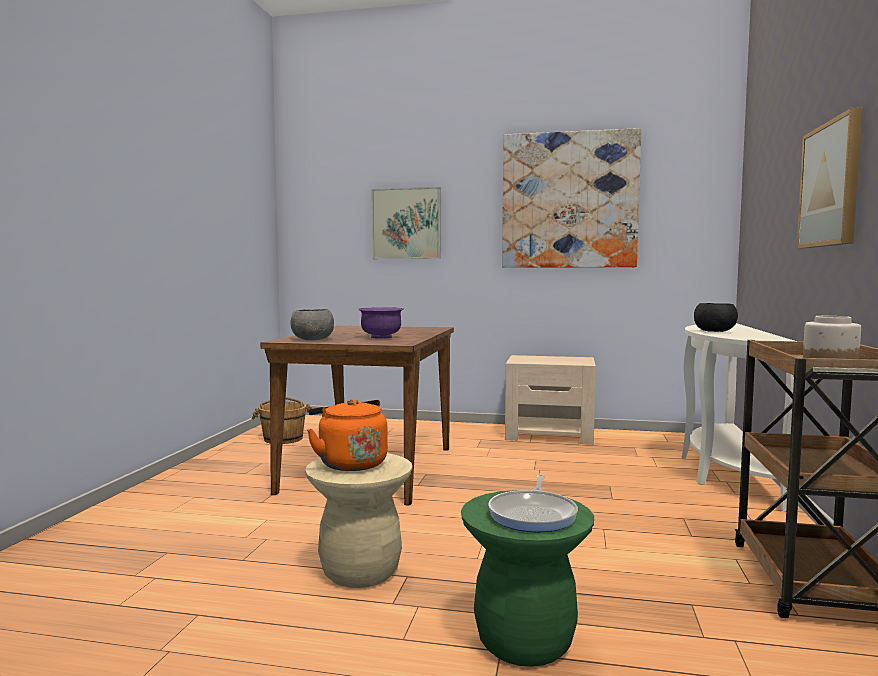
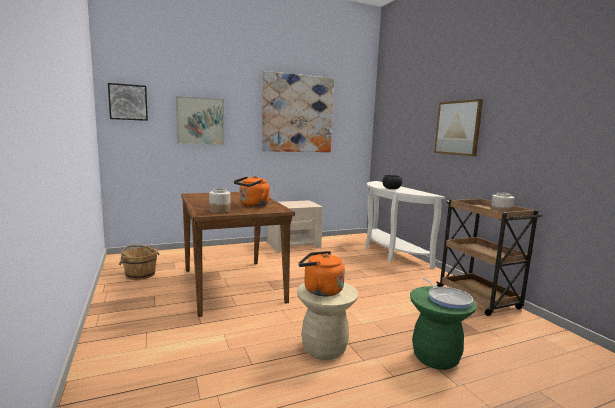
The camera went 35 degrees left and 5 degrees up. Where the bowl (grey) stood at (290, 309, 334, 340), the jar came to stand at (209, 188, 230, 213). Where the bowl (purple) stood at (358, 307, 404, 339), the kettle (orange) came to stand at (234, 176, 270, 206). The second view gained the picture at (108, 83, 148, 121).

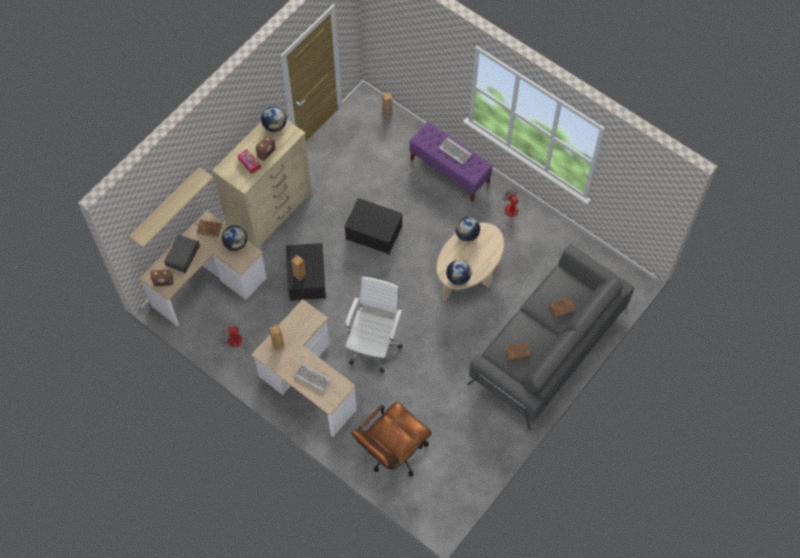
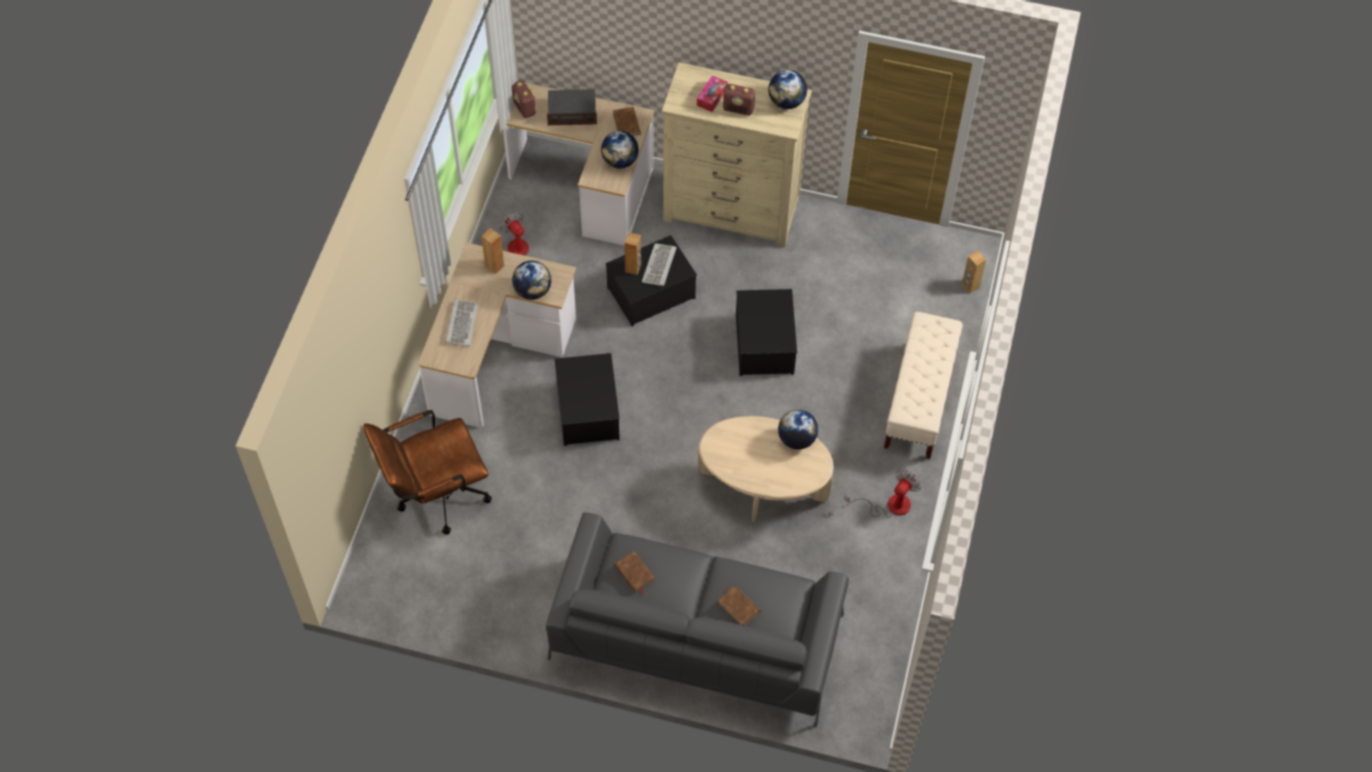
The camera went 65 degrees right and 5 degrees down. The second view lost the shelf at (129, 167, 213, 248). Where the office chair (white) stood at (345, 276, 403, 373), the storage box came to stand at (554, 353, 620, 446). The office chair (brown) at (351, 402, 432, 476) ended up facing another way, 45 degrees counterclockwise from before. What was the bench (purple) at (410, 122, 493, 202) turned into the bench (beige) at (884, 312, 963, 459). The keyboard ended up elsewhere, having gone from (439, 137, 472, 165) to (642, 243, 677, 286). The globe ended up elsewhere, having gone from (446, 260, 472, 285) to (512, 261, 552, 300).

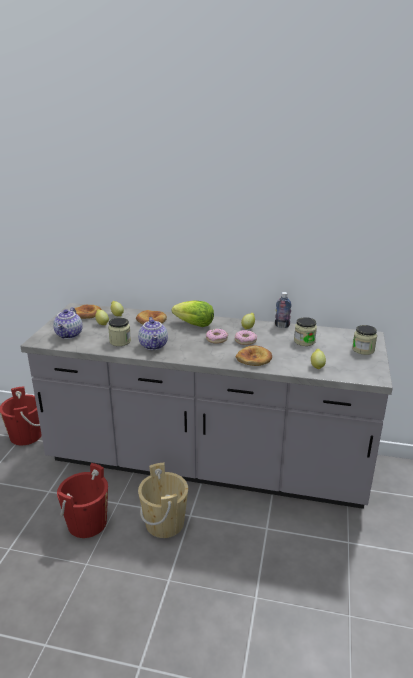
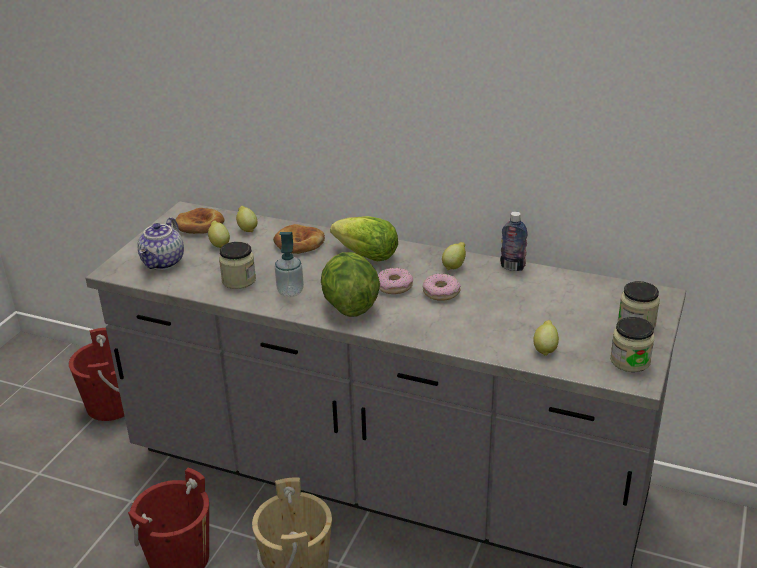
The camera went 10 degrees right and 5 degrees up. Where the teapot stood at (138, 317, 168, 350), the soap dispenser came to stand at (275, 232, 304, 297). The second view lost the bread at (236, 346, 272, 366). The jar ended up elsewhere, having gone from (294, 317, 317, 346) to (610, 317, 655, 372). The second view gained the lettuce at (321, 252, 380, 317).

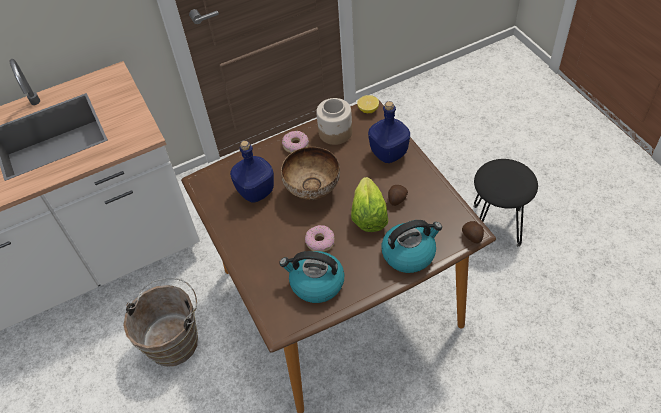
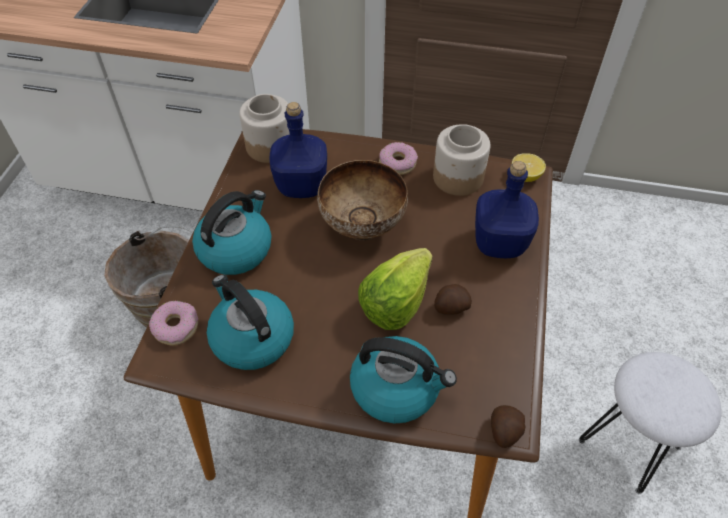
The camera went 35 degrees right and 0 degrees up. The donut ended up elsewhere, having gone from (305, 225, 335, 252) to (149, 301, 198, 346). What was the stool (black) at (473, 159, 538, 247) turned into the stool (white) at (579, 352, 721, 494). The second view gained the kettle at (192, 190, 271, 275). The second view gained the jar at (239, 94, 289, 163).

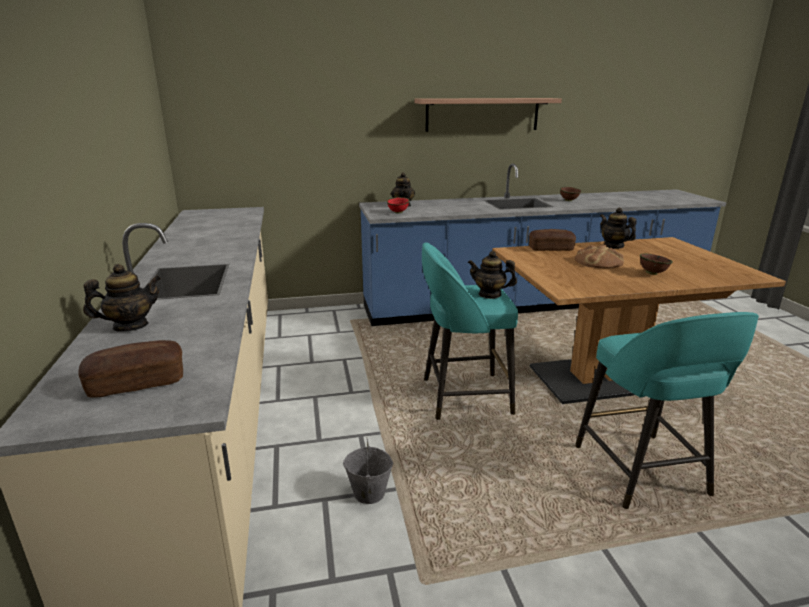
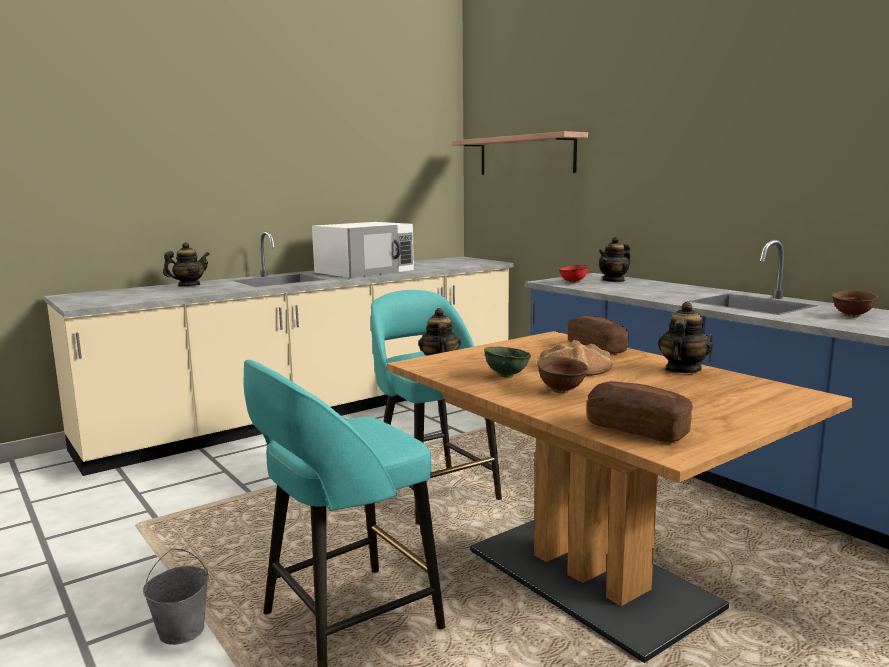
The camera went 65 degrees right and 10 degrees down. The bread ended up elsewhere, having gone from (78, 340, 183, 398) to (587, 381, 693, 442). The teapot at (83, 264, 161, 332) ended up facing another way, 75 degrees counterclockwise from before. The bucket (grey) ended up elsewhere, having gone from (343, 437, 393, 504) to (143, 548, 209, 645). The shelf ended up elsewhere, having gone from (414, 98, 562, 132) to (452, 131, 588, 175). The second view gained the microwave (white) at (312, 222, 414, 278). The second view gained the bowl (green) at (484, 347, 531, 378).

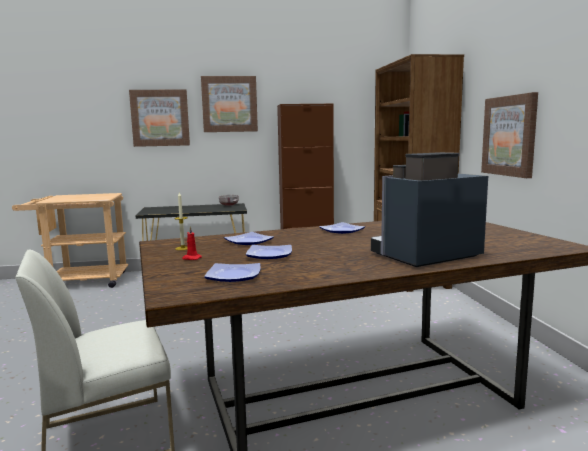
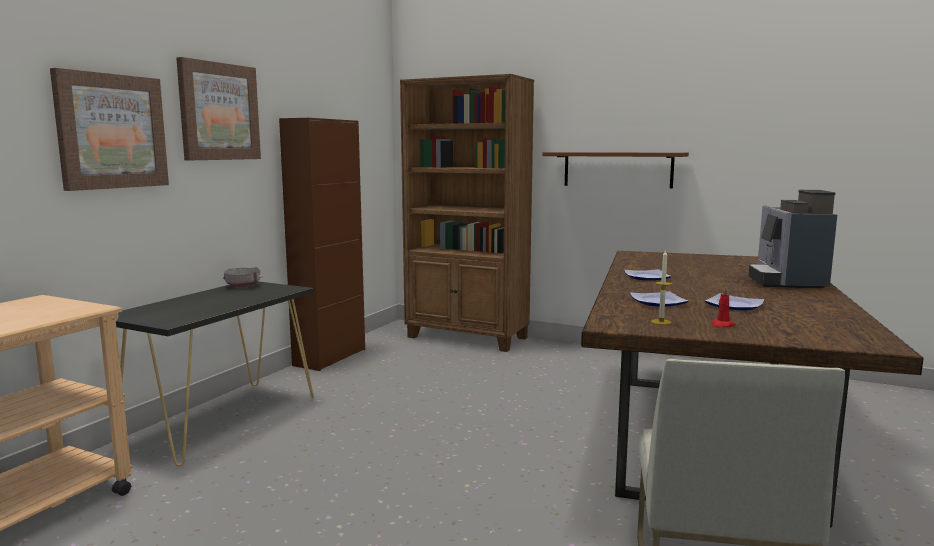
The camera went 55 degrees left and 0 degrees up. The second view lost the plate at (204, 263, 261, 282). Where the picture hung at (481, 92, 538, 178), the shelf (brown) came to hang at (543, 152, 689, 188).

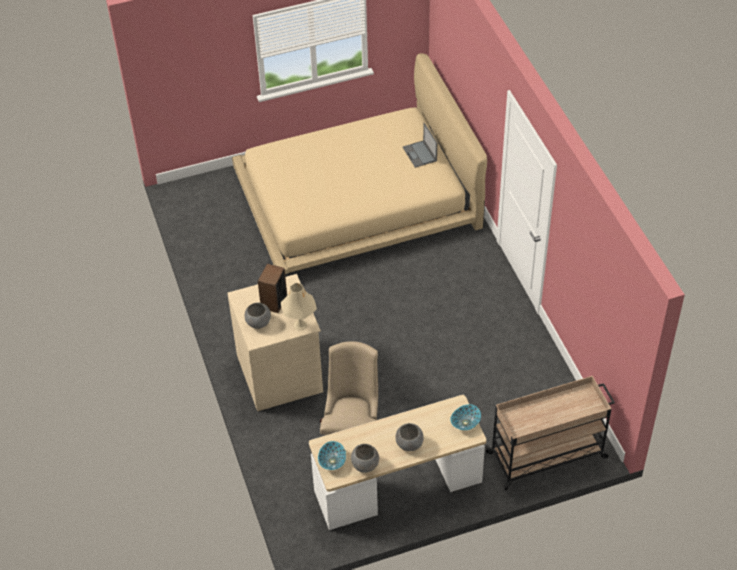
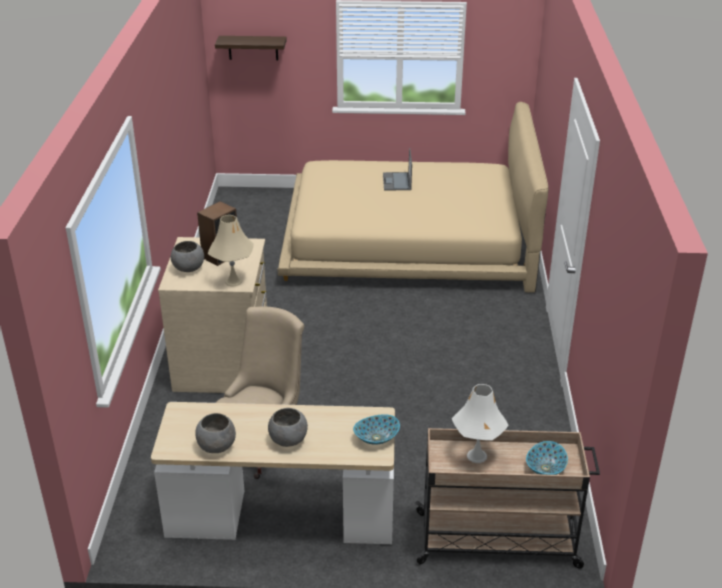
The camera went 20 degrees right and 15 degrees down. The bowl ended up elsewhere, having gone from (318, 441, 346, 470) to (526, 441, 568, 475). The laptop ended up elsewhere, having gone from (403, 123, 437, 168) to (383, 148, 412, 190). The second view gained the shelf at (215, 36, 287, 60). The second view gained the table lamp (white) at (452, 384, 509, 463).

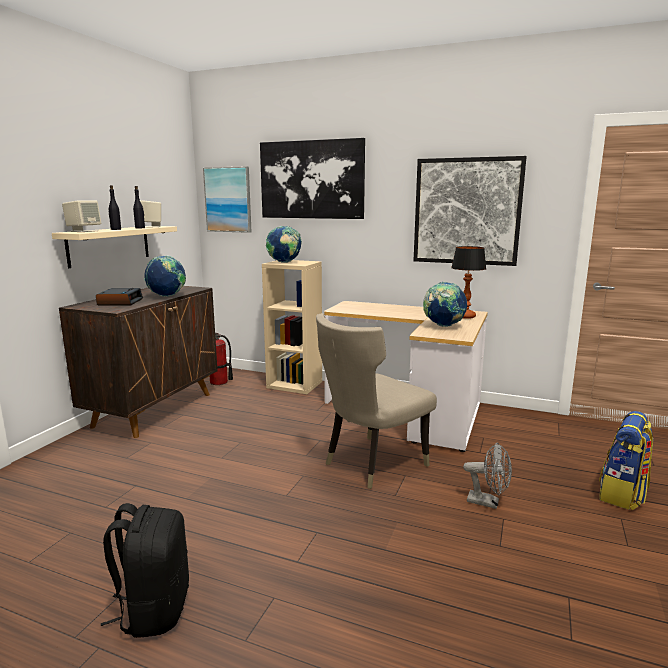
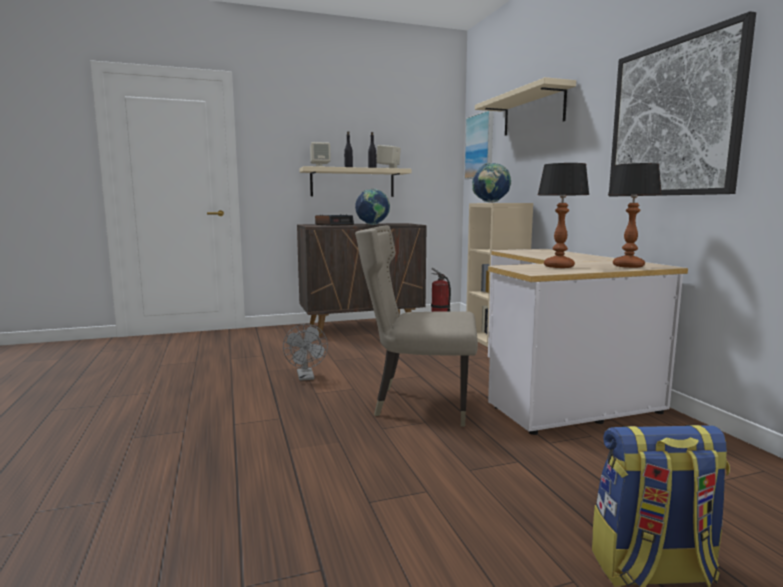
The camera went 50 degrees right and 5 degrees down. The second view lost the backpack (black) at (101, 503, 189, 638). Where the picture hung at (260, 138, 365, 219), the shelf (beige) came to hang at (475, 77, 576, 136). Where the globe stood at (423, 282, 467, 327), the table lamp came to stand at (538, 163, 590, 268). The fan (grey) ended up elsewhere, having gone from (463, 442, 512, 509) to (283, 324, 328, 381).

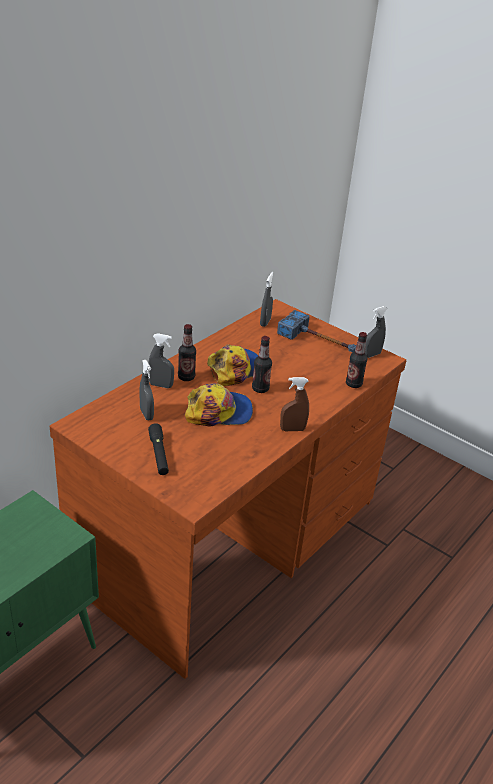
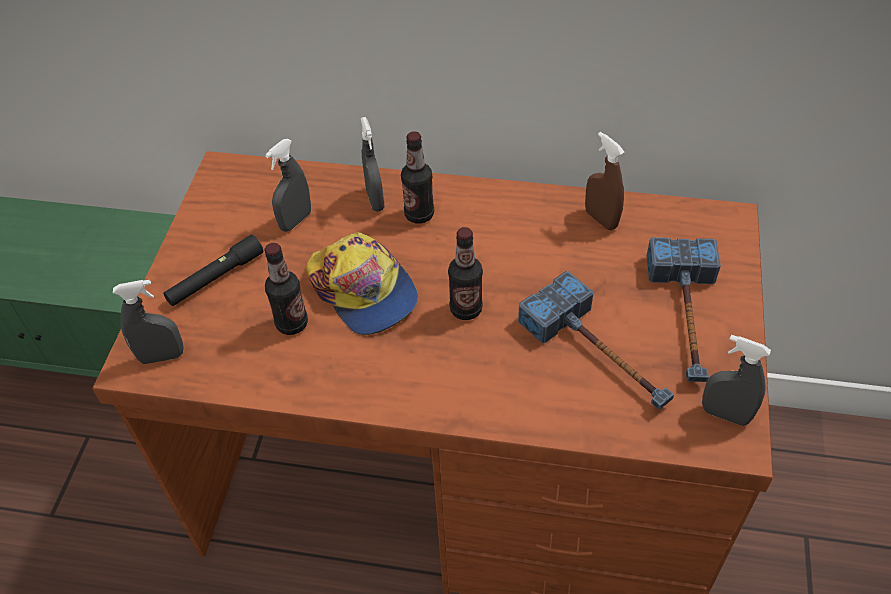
The camera went 65 degrees right and 15 degrees up. The second view lost the cap at (207, 344, 259, 386). The spray bottle (grey) ended up elsewhere, having gone from (260, 272, 274, 327) to (113, 280, 184, 364). The spray bottle (brown) ended up elsewhere, having gone from (280, 377, 309, 431) to (585, 132, 625, 230). The bottle ended up elsewhere, having gone from (346, 332, 368, 388) to (265, 243, 308, 335). The second view gained the hammer at (518, 271, 674, 410).

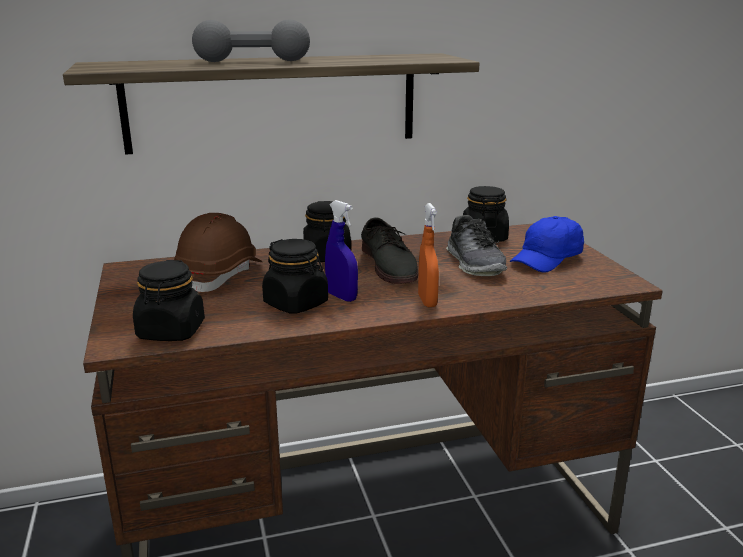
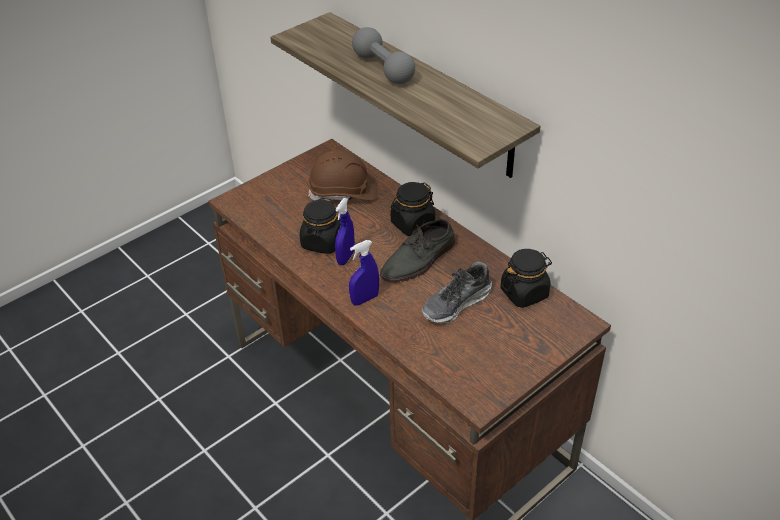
The camera went 65 degrees right and 20 degrees up. The second view lost the jar (black) at (133, 260, 205, 341). What was the spray bottle (orange) at (418, 203, 439, 307) turned into the spray bottle (blue) at (349, 240, 379, 306). The second view lost the cap (blue) at (510, 216, 584, 272).

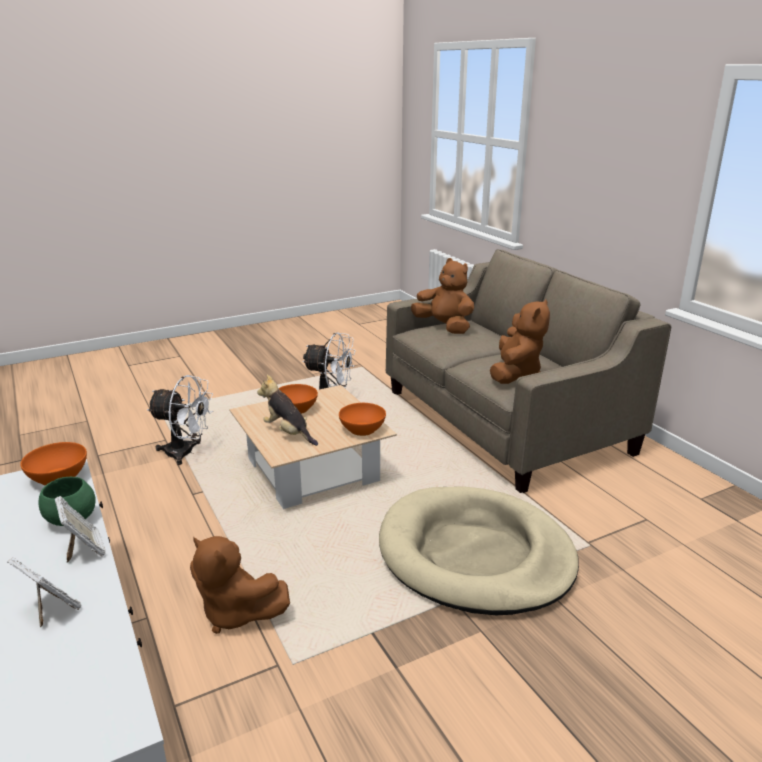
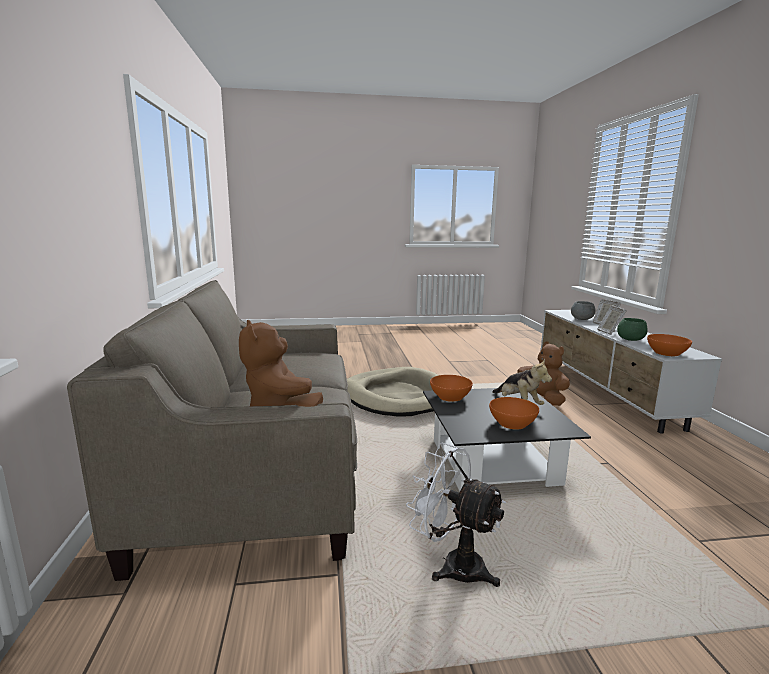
The camera went 160 degrees left and 10 degrees down. The second view lost the fan (white) at (147, 375, 213, 465). What was the coffee table (beige) at (229, 385, 397, 509) turned into the coffee table (black) at (423, 388, 591, 491). The second view lost the plush toy (brown) at (490, 299, 550, 384). The second view gained the bowl (grey) at (571, 301, 596, 320).

